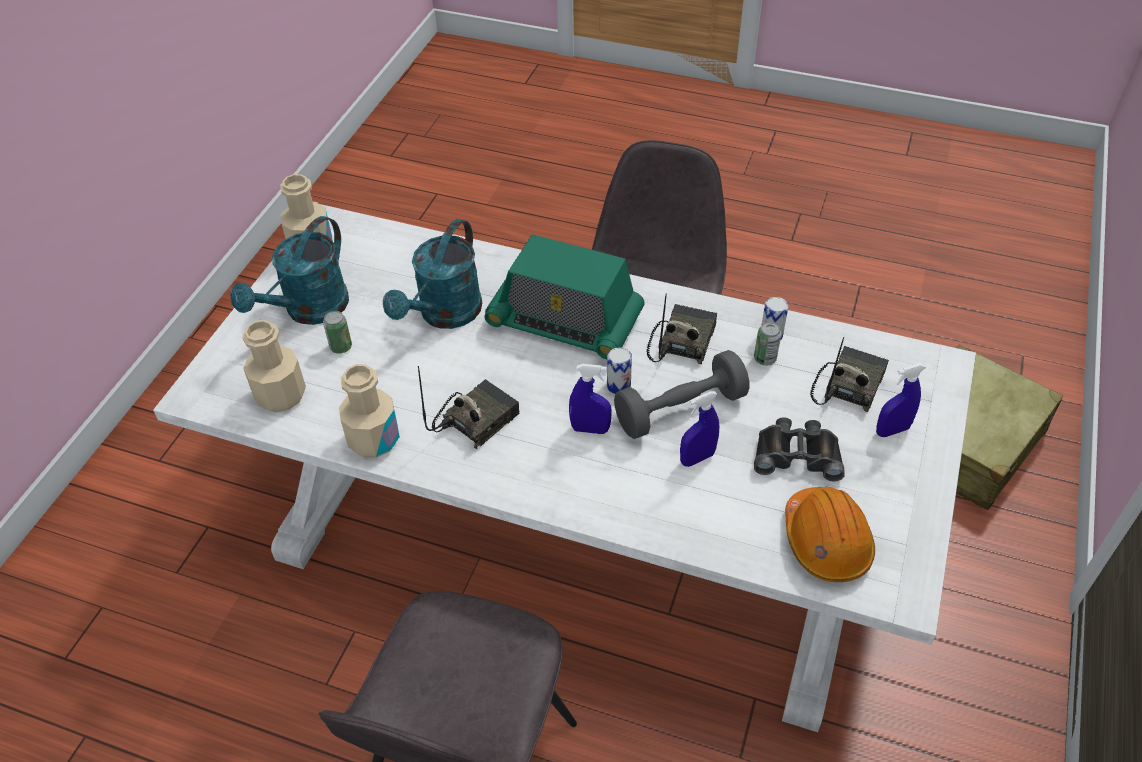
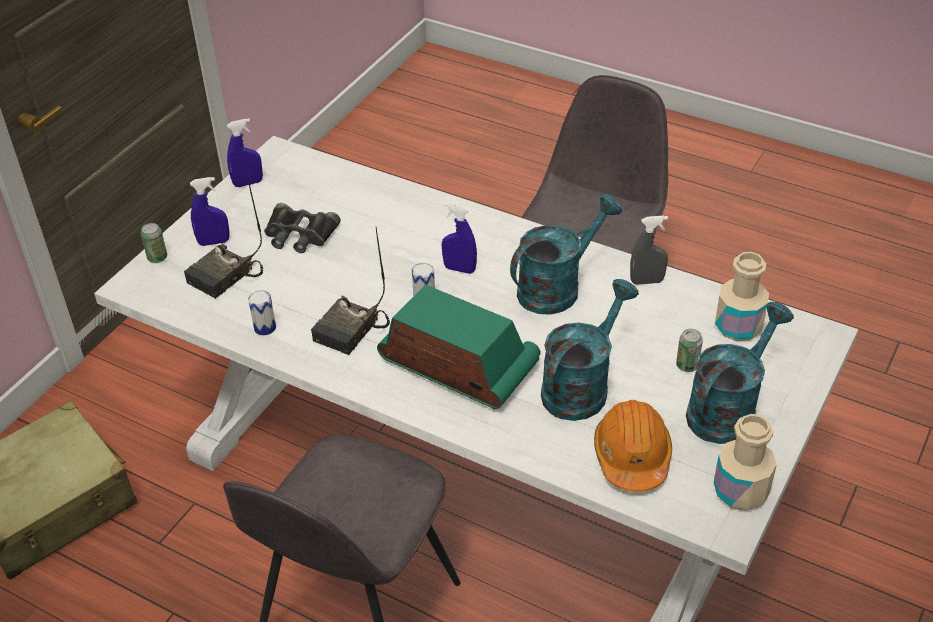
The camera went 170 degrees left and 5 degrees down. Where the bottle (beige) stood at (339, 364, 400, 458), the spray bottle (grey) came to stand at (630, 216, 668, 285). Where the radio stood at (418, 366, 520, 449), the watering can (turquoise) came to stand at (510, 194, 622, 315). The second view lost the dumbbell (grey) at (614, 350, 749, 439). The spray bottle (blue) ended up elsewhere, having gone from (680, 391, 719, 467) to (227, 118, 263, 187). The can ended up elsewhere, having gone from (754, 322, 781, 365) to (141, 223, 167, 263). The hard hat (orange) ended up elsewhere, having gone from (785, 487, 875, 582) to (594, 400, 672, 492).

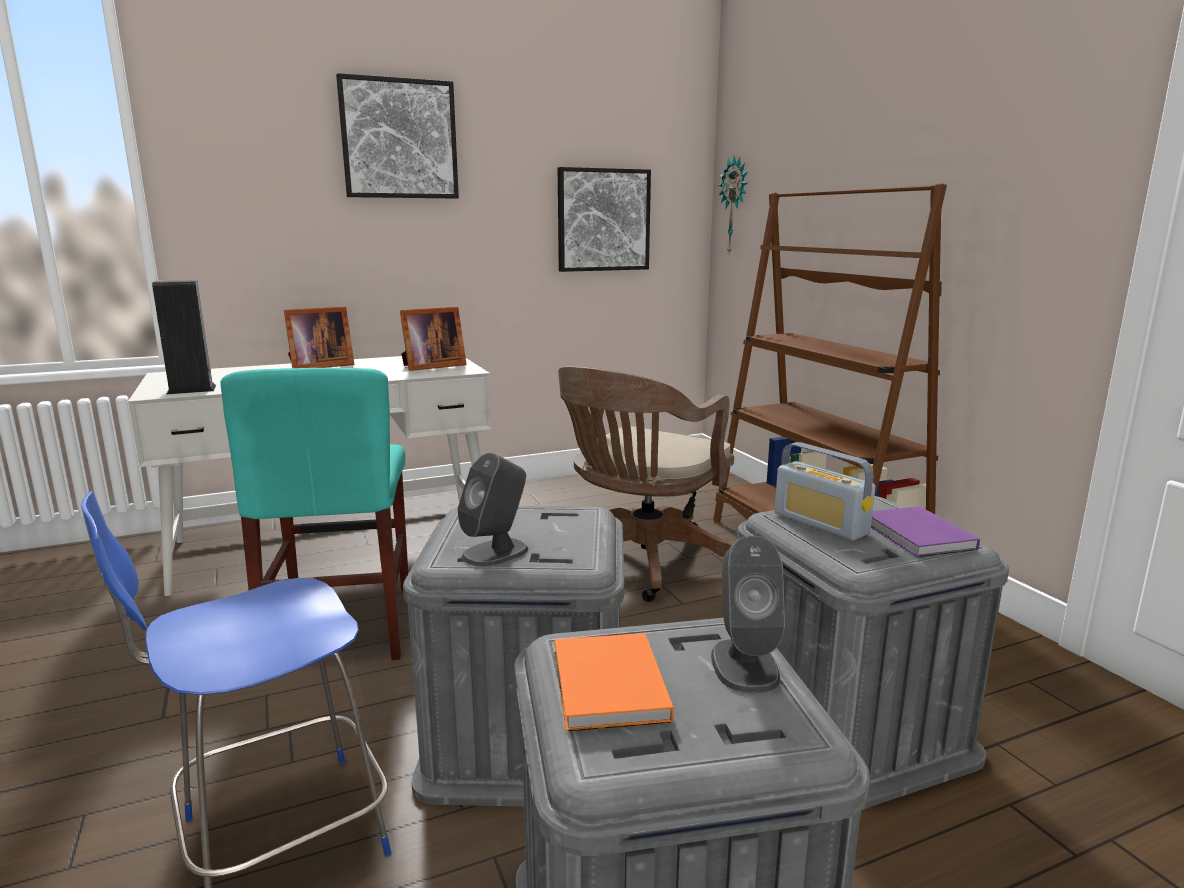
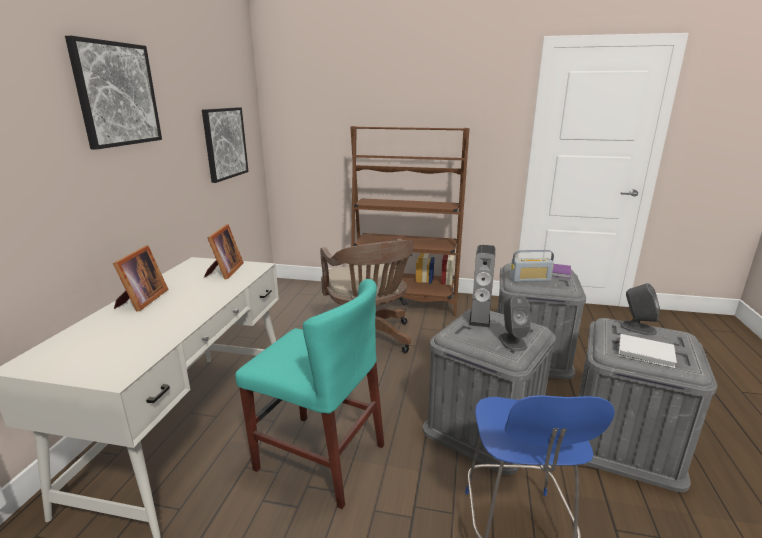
The camera went 55 degrees left and 5 degrees up. The speaker ended up elsewhere, having gone from (152, 280, 216, 394) to (469, 245, 495, 328). What was the book (orange) at (554, 633, 674, 732) turned into the book (white) at (618, 334, 677, 368). The second view lost the wall clock at (719, 155, 748, 255).

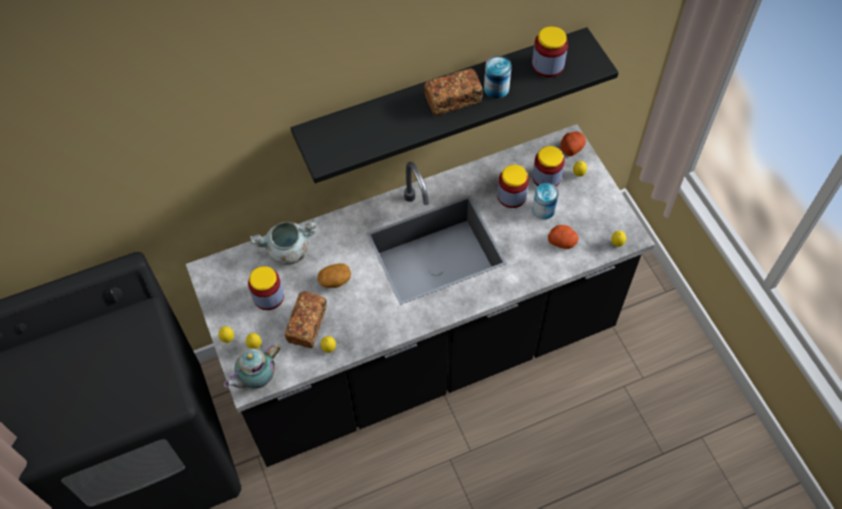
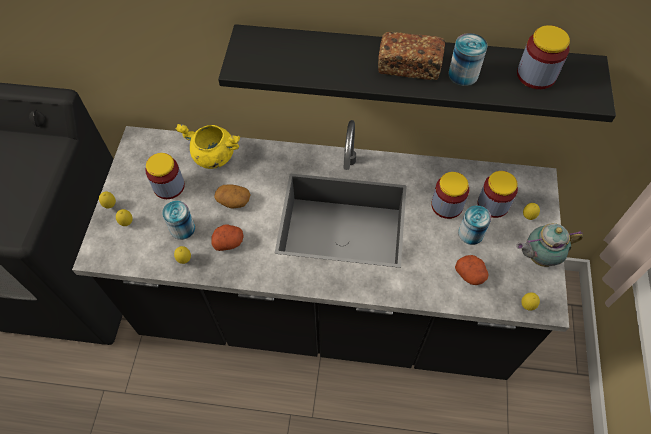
The camera went 30 degrees right and 0 degrees up. The teapot ended up elsewhere, having gone from (224, 344, 280, 389) to (516, 223, 583, 267). What was the cooking pot (grey) at (250, 220, 316, 265) turned into the cooking pot (yellow) at (176, 124, 240, 169). Where the bread stood at (285, 291, 327, 348), the can came to stand at (162, 201, 195, 240). The potato ended up elsewhere, having gone from (561, 131, 586, 156) to (211, 224, 244, 251).

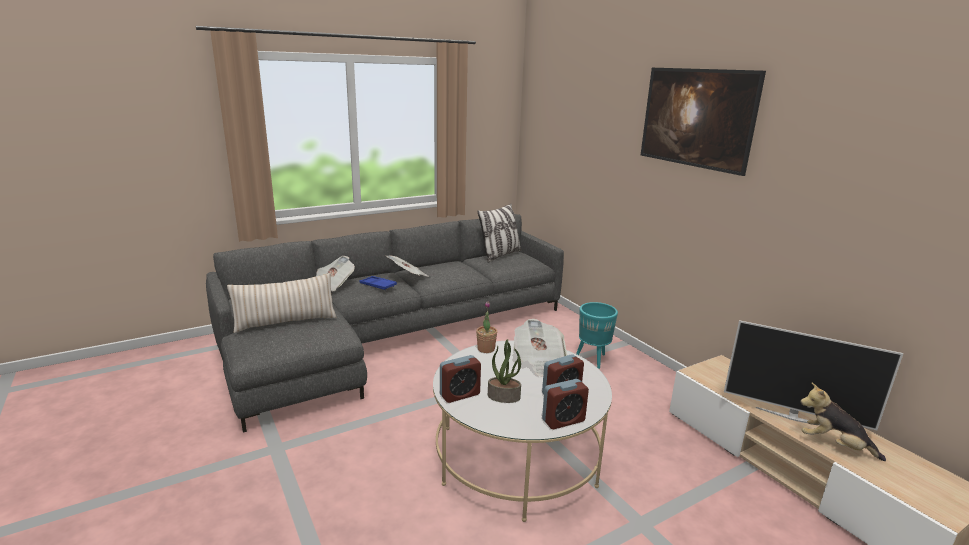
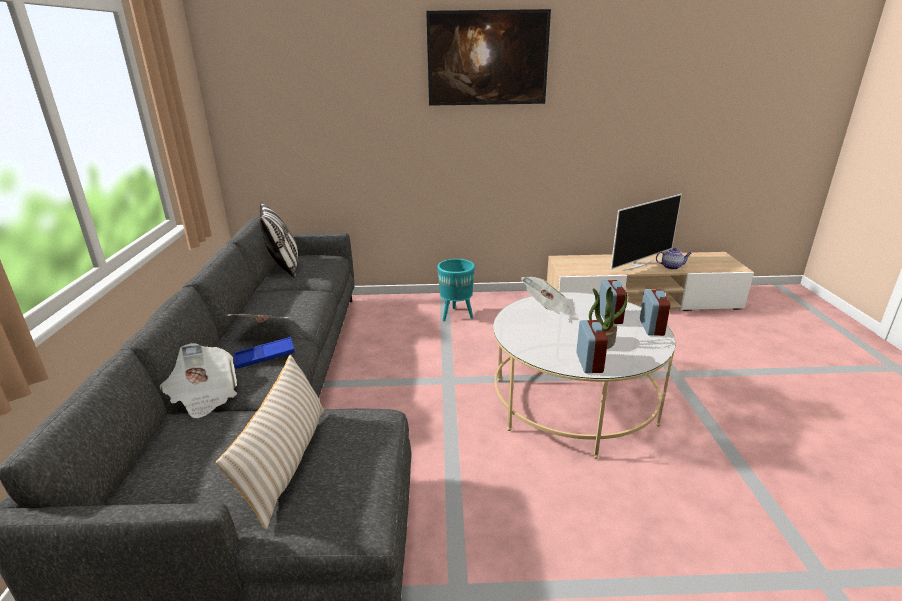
The camera went 60 degrees left and 5 degrees up. The second view lost the potted plant at (476, 301, 497, 353). Where the plush toy stood at (800, 382, 886, 461), the teapot came to stand at (656, 248, 692, 270).

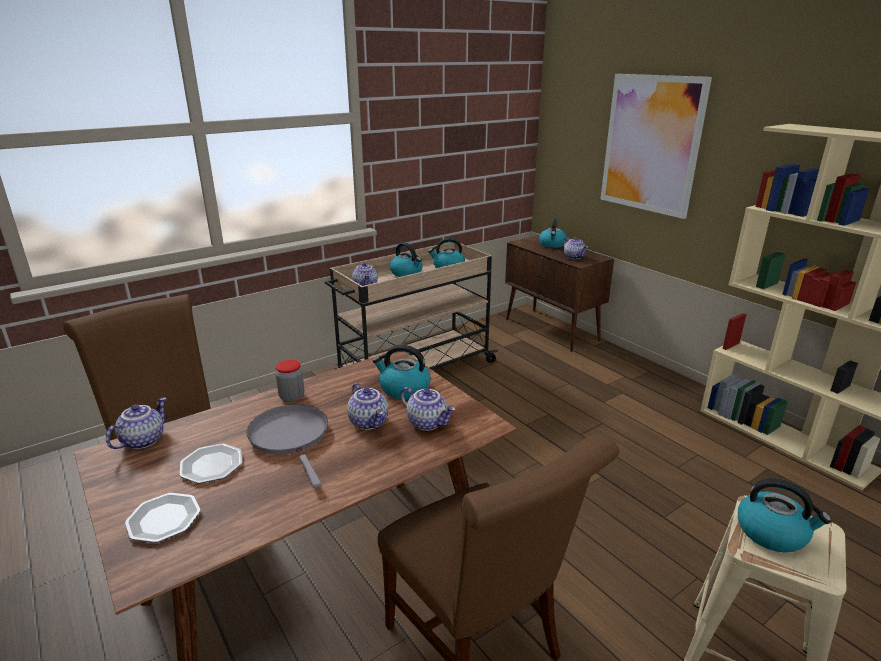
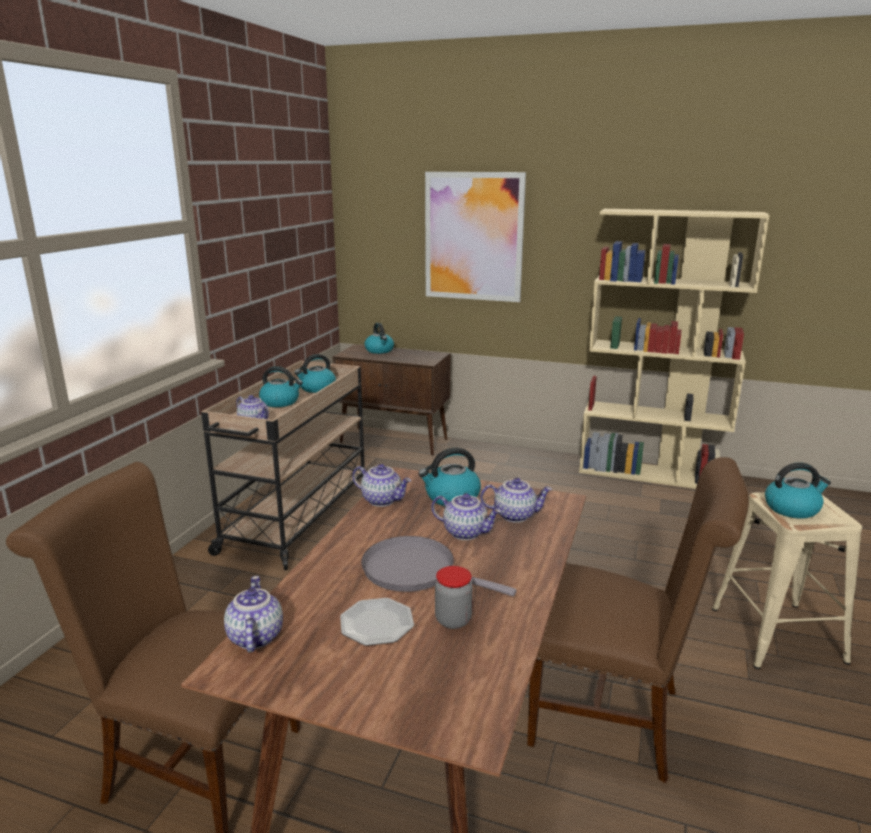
The camera went 35 degrees left and 5 degrees down. The second view lost the plate at (125, 493, 201, 543). The jar ended up elsewhere, having gone from (276, 360, 304, 402) to (435, 566, 473, 629). The teapot ended up elsewhere, having gone from (563, 237, 588, 260) to (352, 464, 411, 507).

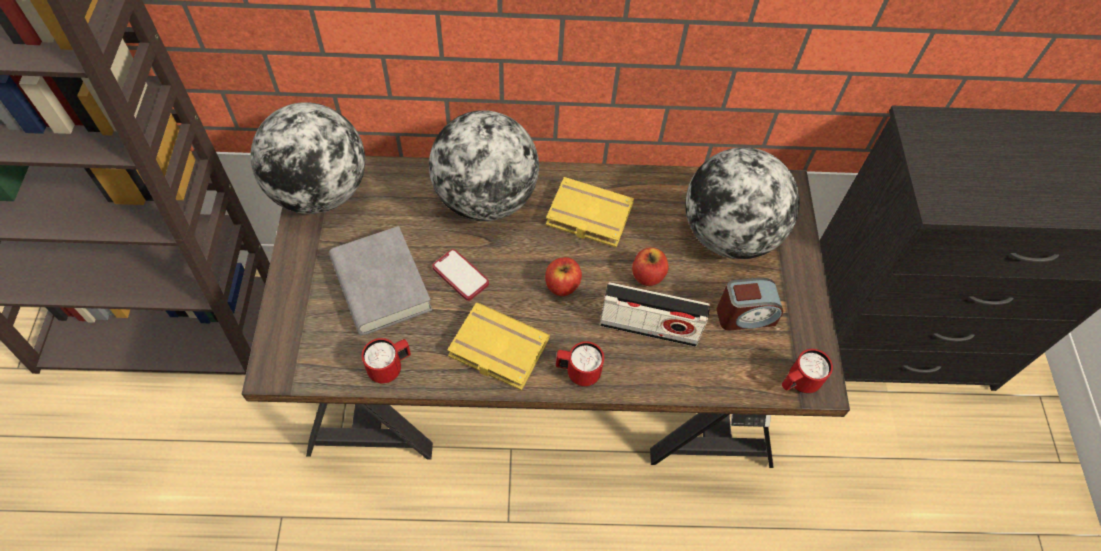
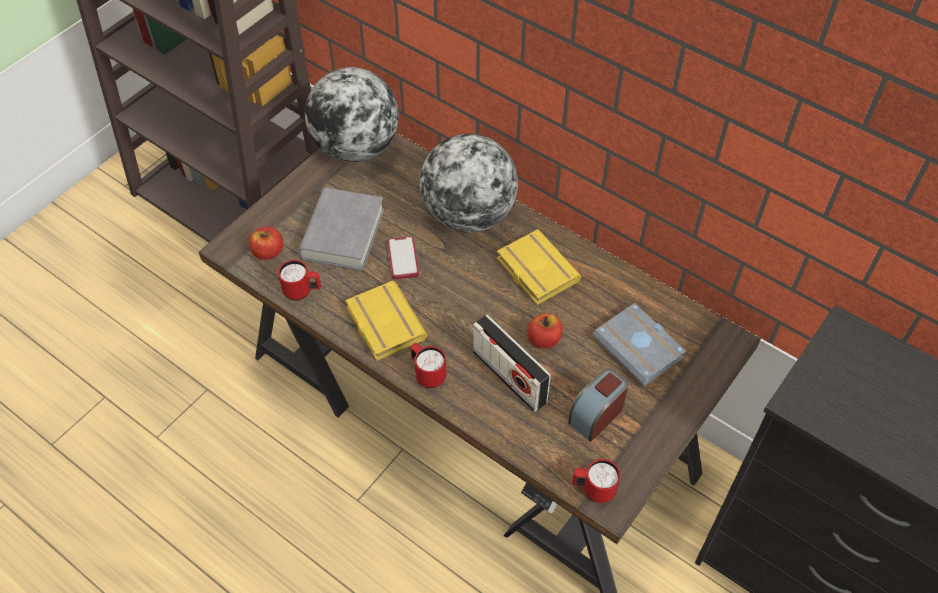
The camera went 40 degrees right and 5 degrees down. The apple ended up elsewhere, having gone from (545, 257, 582, 296) to (249, 227, 283, 260). Where the globe stood at (685, 147, 800, 259), the book (grey) came to stand at (593, 303, 686, 386). The alarm clock at (717, 278, 783, 331) ended up facing another way, 105 degrees clockwise from before.

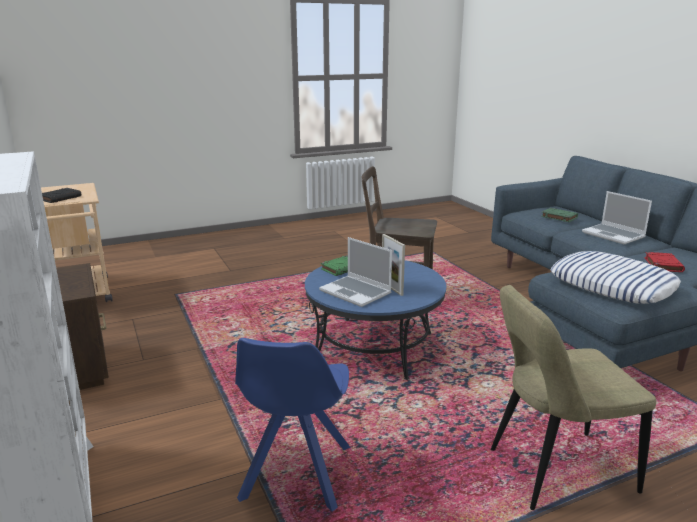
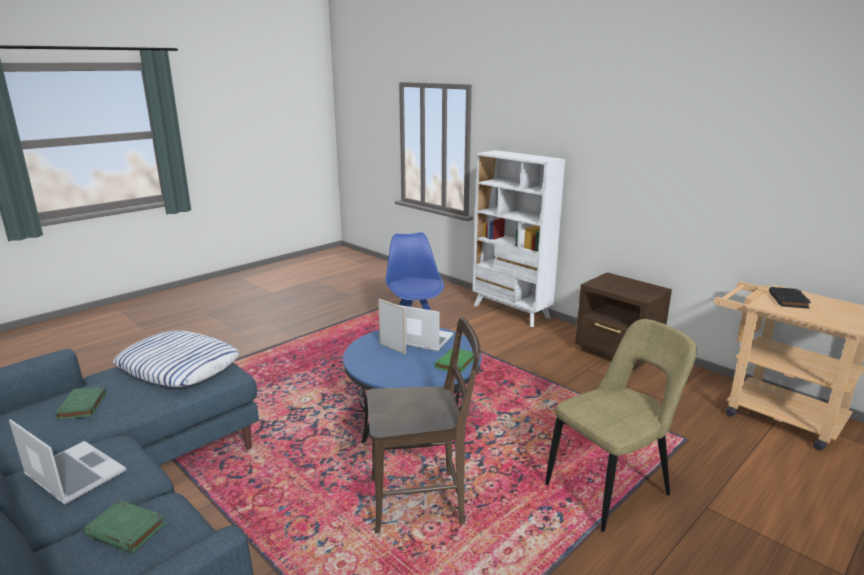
The camera went 160 degrees right and 0 degrees up. The chair (beige) ended up elsewhere, having gone from (491, 285, 656, 510) to (545, 319, 697, 532). What was the book (red) at (644, 252, 685, 272) turned into the book (green) at (55, 386, 107, 420).

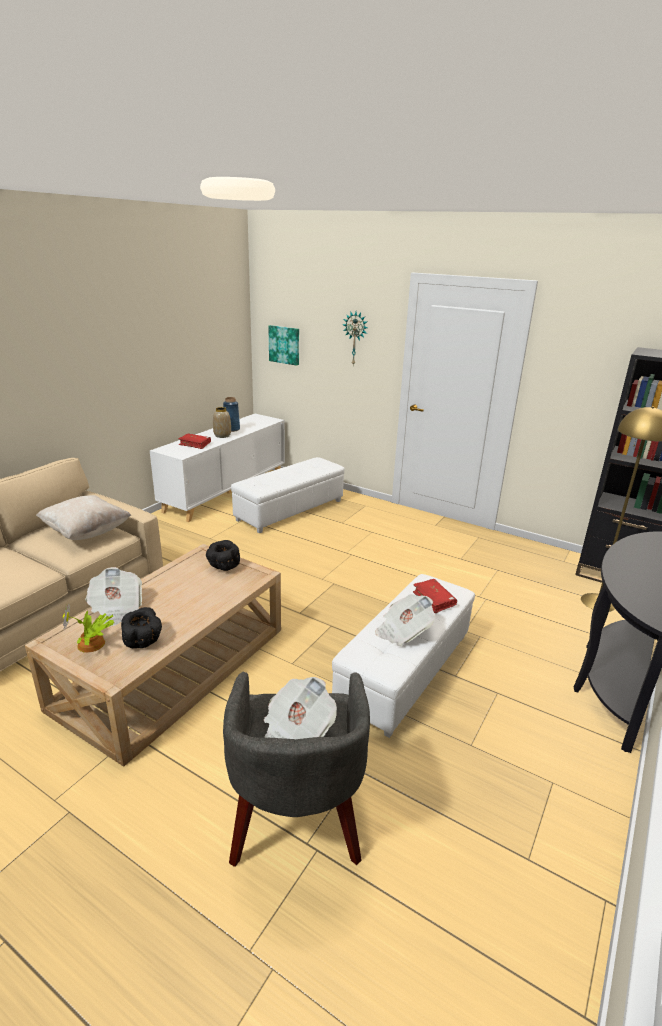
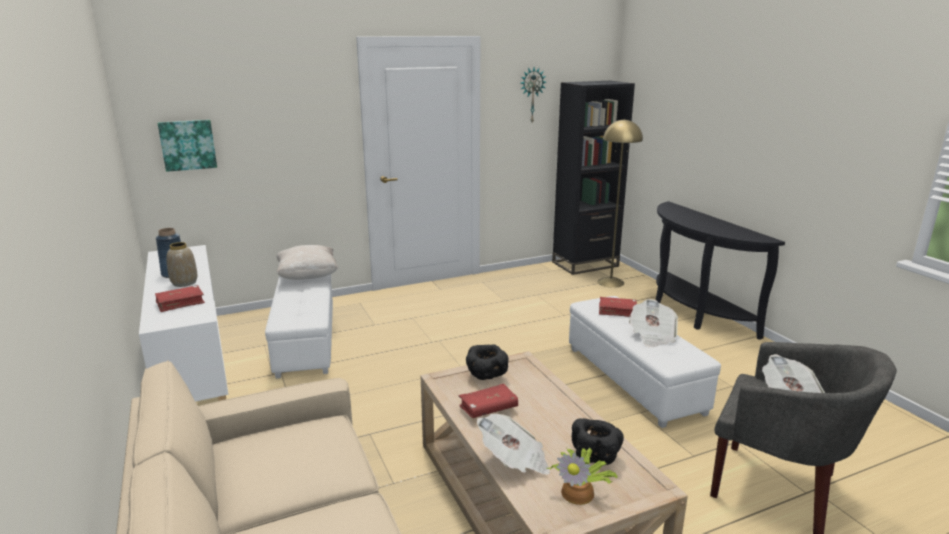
The camera went 55 degrees left and 5 degrees down. The pillow (beige) ended up elsewhere, having gone from (36, 495, 131, 540) to (276, 245, 338, 280). The wall clock ended up elsewhere, having gone from (343, 311, 368, 365) to (521, 67, 546, 122). The second view gained the book (red) at (459, 384, 518, 418).

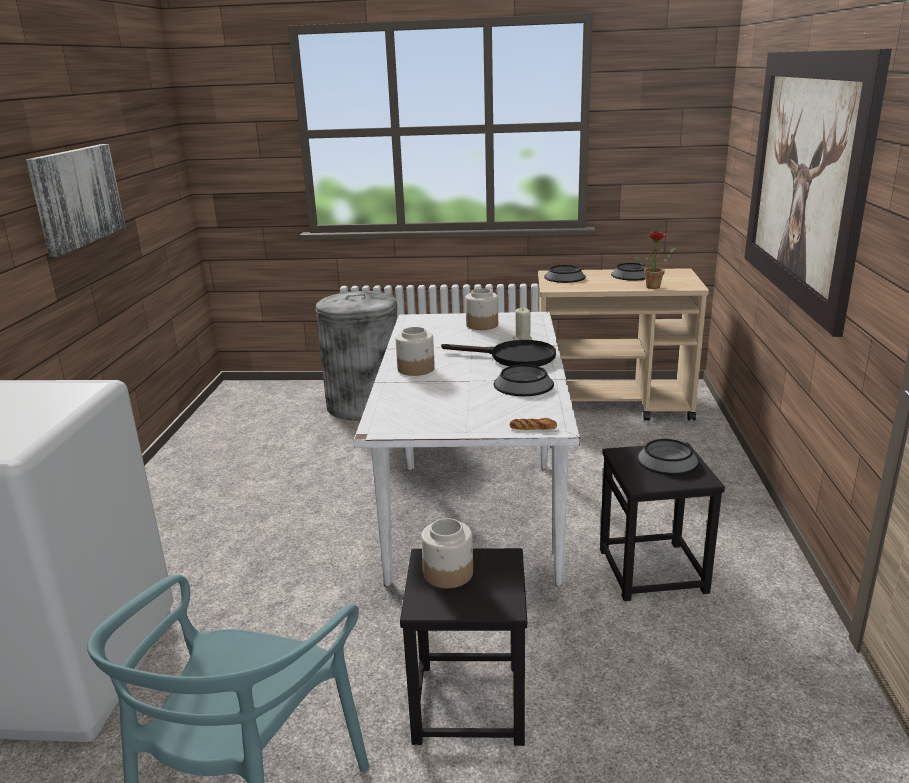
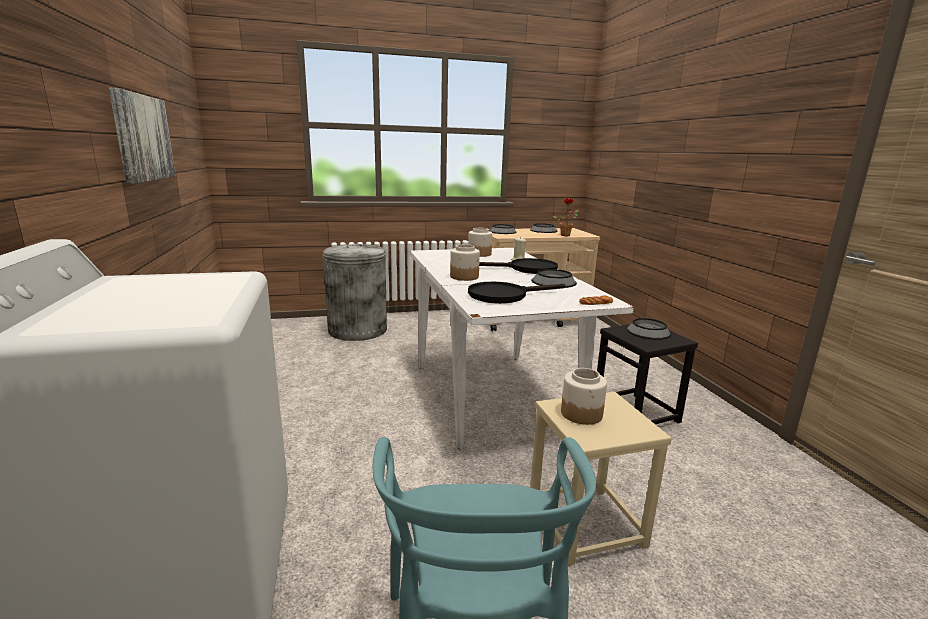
The camera went 20 degrees left and 5 degrees down. What was the stool (black) at (400, 548, 527, 746) turned into the stool (beige) at (530, 392, 672, 566). The second view lost the picture at (744, 49, 892, 337). The second view gained the frying pan (black) at (468, 282, 565, 304).

